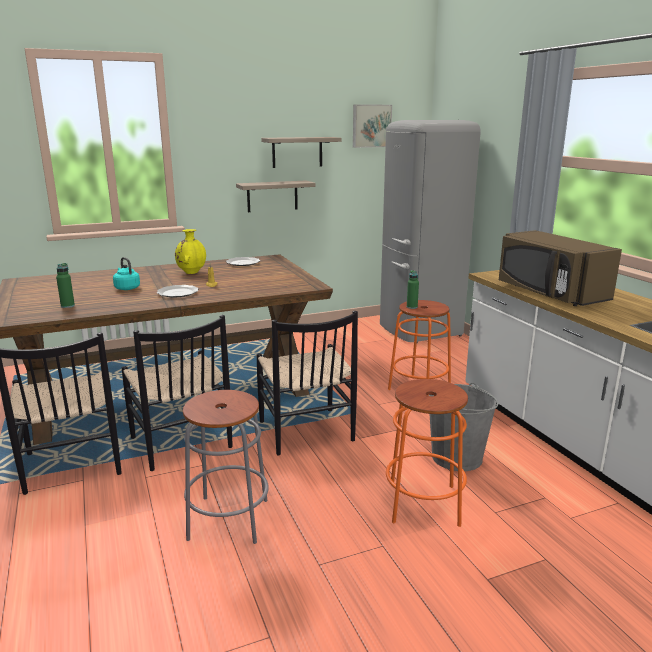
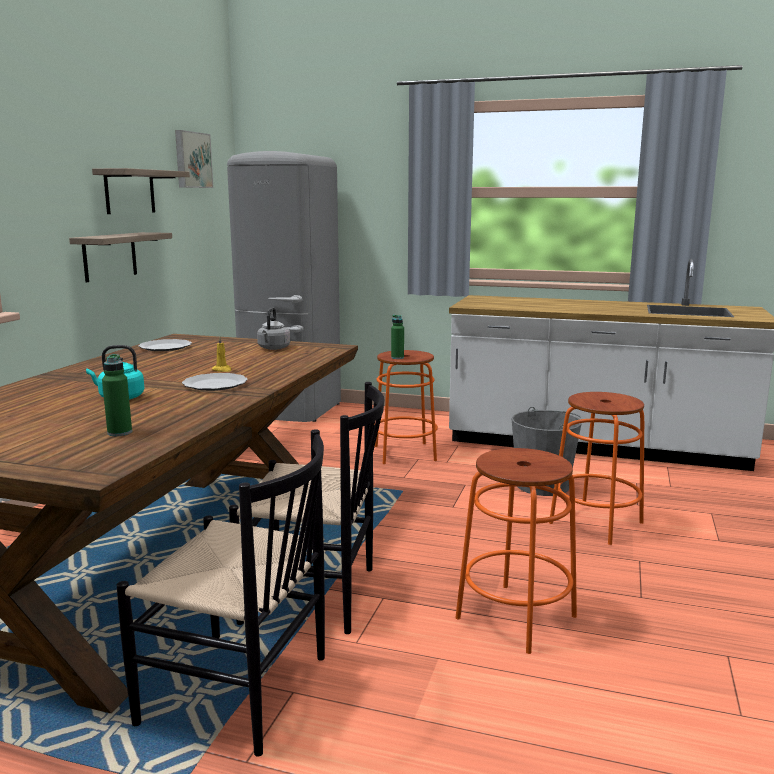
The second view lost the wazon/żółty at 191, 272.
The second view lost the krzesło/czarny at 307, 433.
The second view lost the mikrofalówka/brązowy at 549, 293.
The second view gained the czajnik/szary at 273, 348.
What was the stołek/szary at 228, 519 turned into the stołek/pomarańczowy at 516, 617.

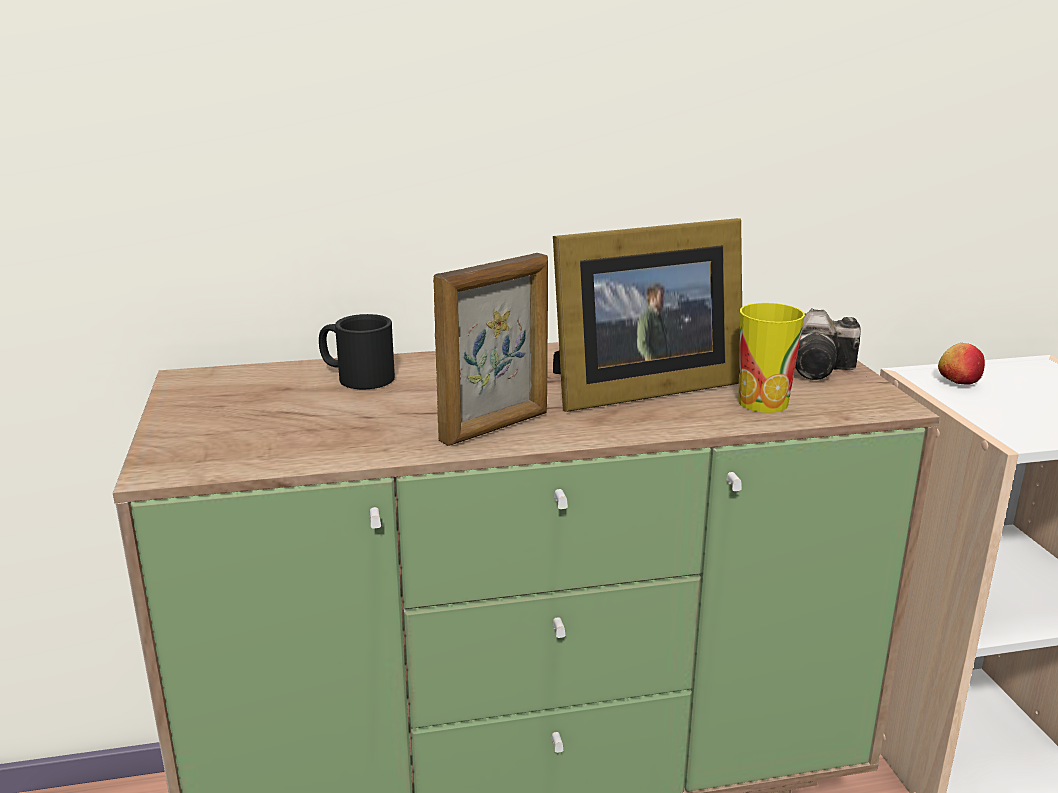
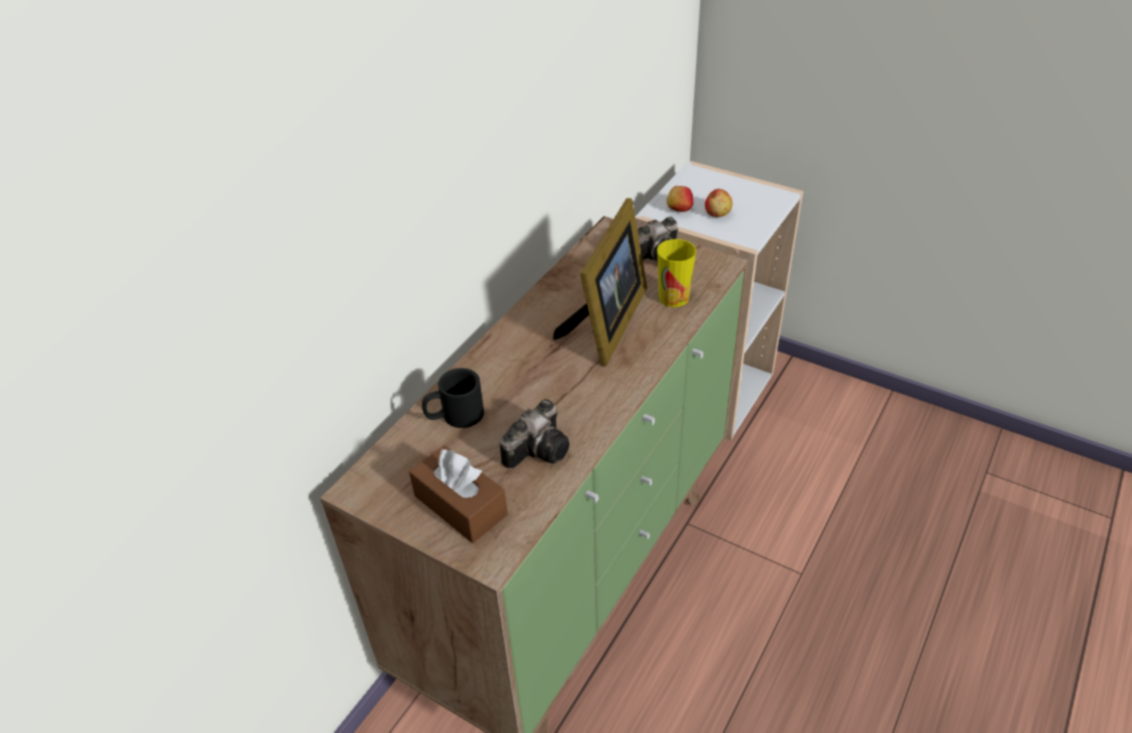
The second view lost the ramka na zdjęcie at 496, 427.
The second view gained the pudełko chusteczek/brązowy at 460, 505.
The second view gained the aparat fotograficzny at 539, 448.
The second view gained the jabłko at 718, 213.

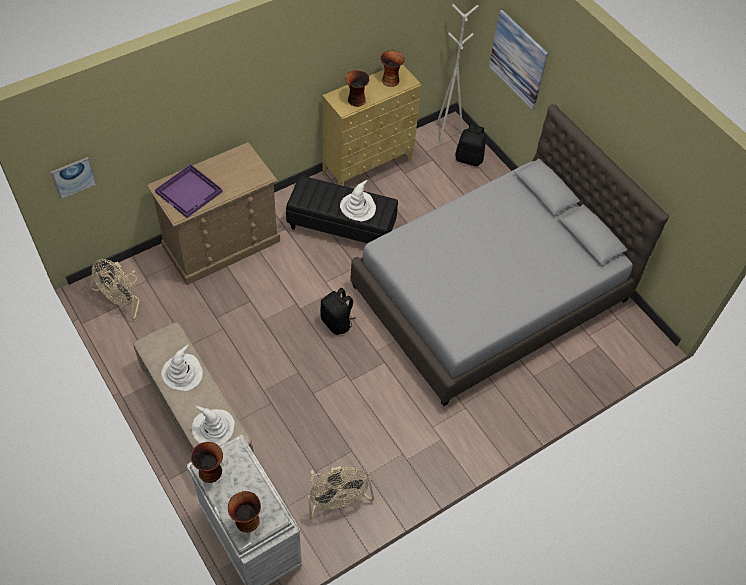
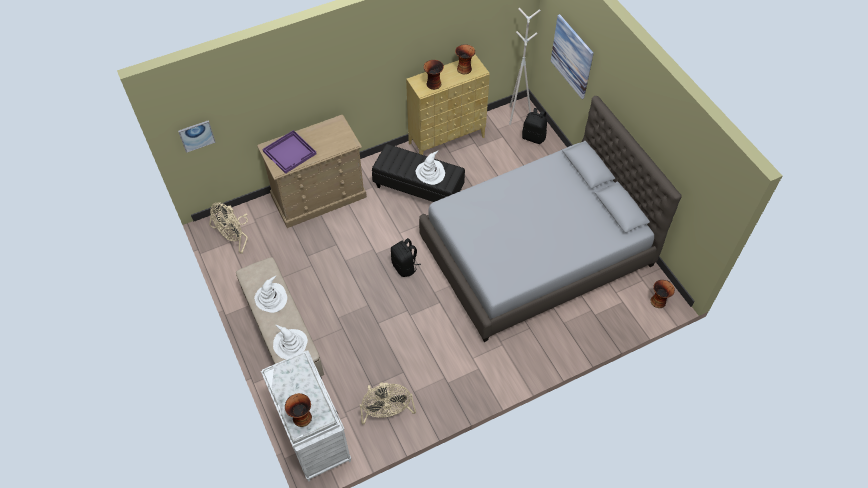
The wazon ended up elsewhere, having gone from 210, 471 to 658, 301.

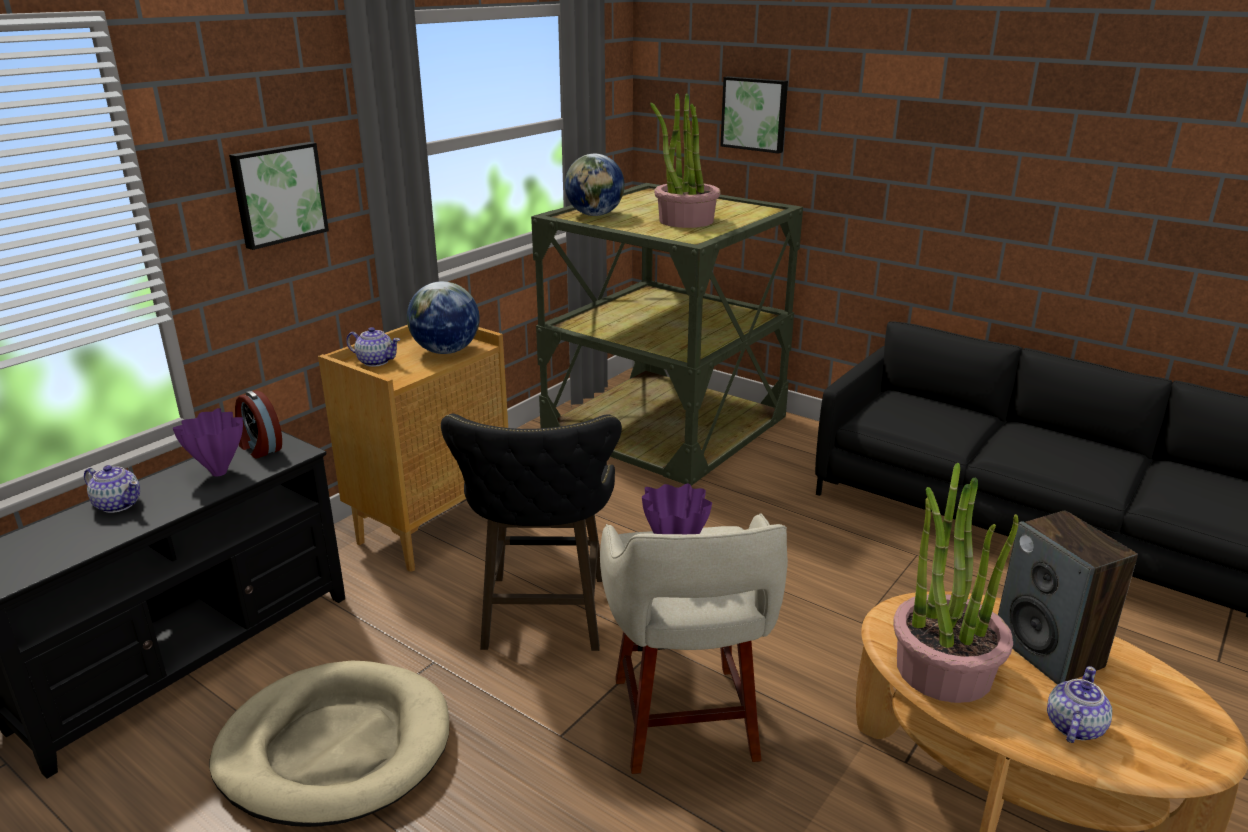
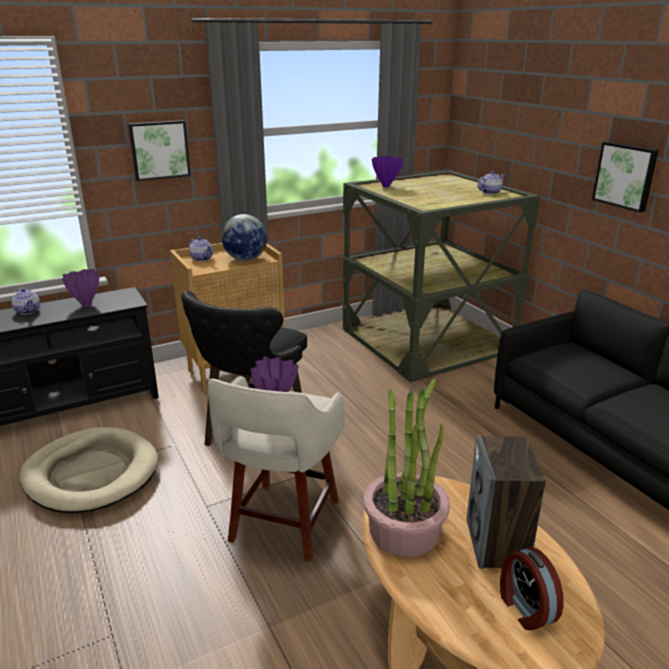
The second view lost the roślina doniczkowa at 685, 221.
The budzik ended up elsewhere, having gone from 259, 448 to 525, 608.
The obraz ended up elsewhere, having gone from 755, 114 to 626, 176.
The imbryk ended up elsewhere, having gone from 1073, 726 to 489, 192.
Where the globus stood at 595, 215, the wazon/fioletowy came to stand at 386, 186.

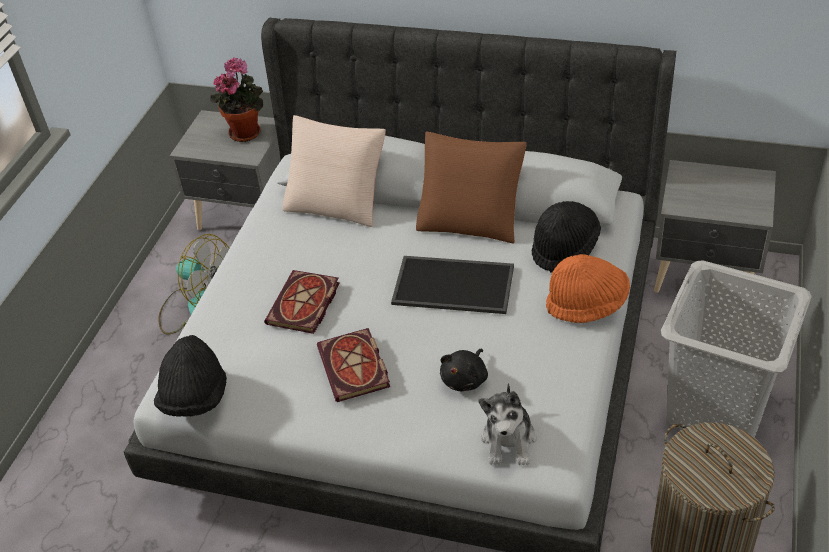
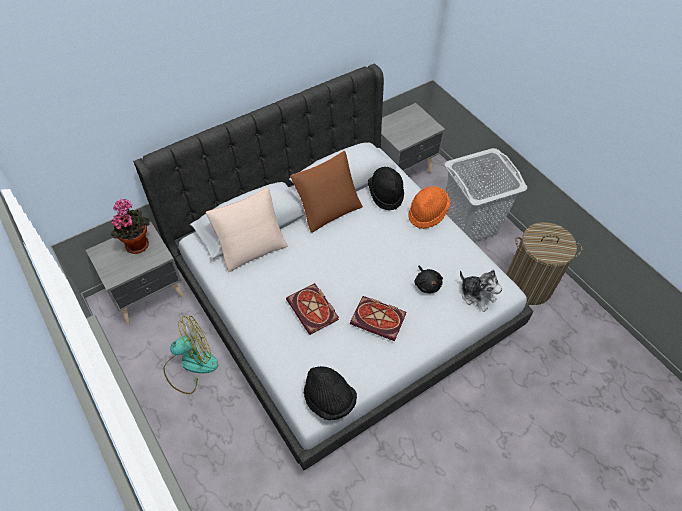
The second view lost the taca at 455, 284.

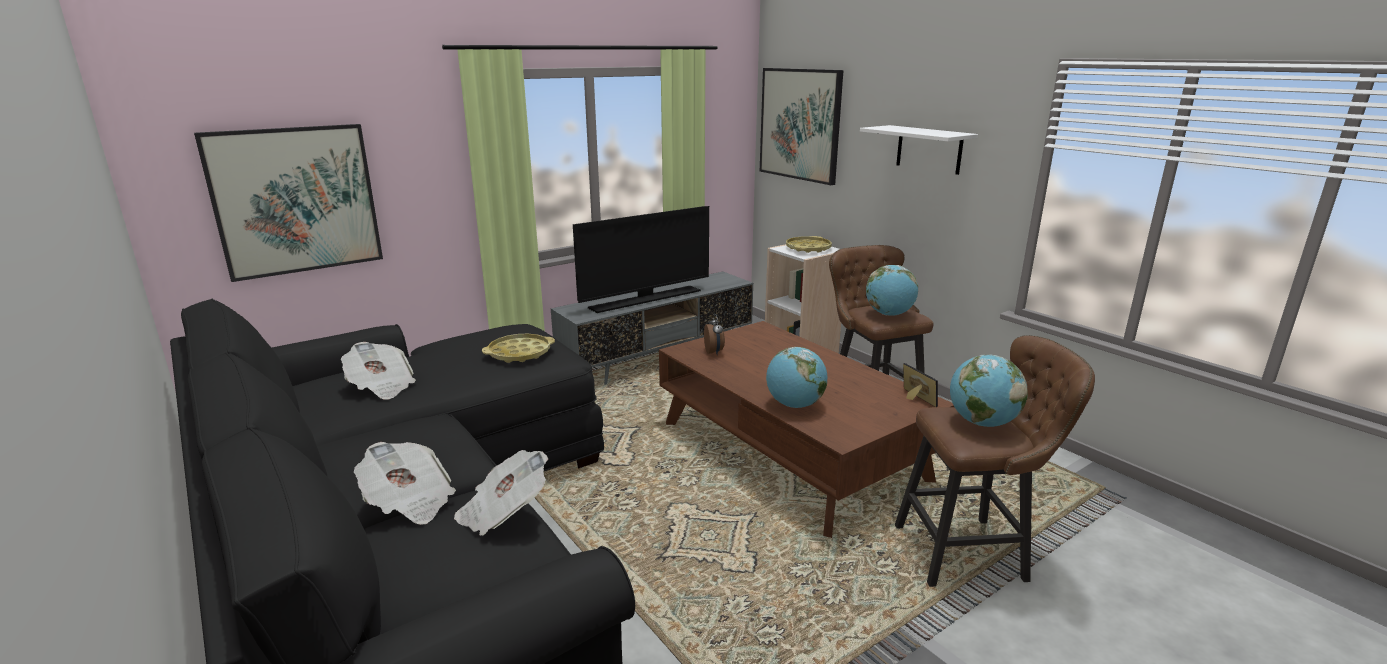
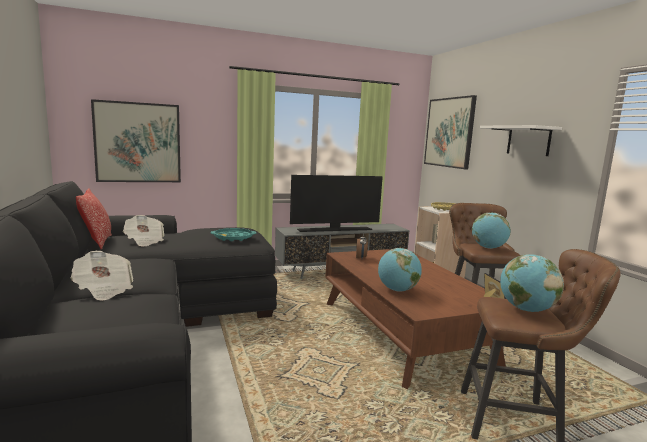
The second view lost the gazeta at 503, 512.
The second view gained the poduszka at 97, 242.
What was the taca/żółty at 519, 353 turned into the taca/turkusowy at 233, 238.

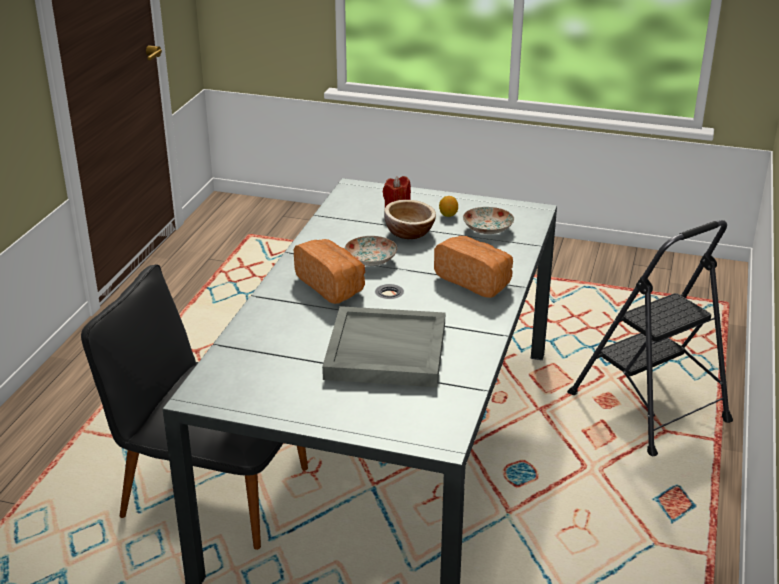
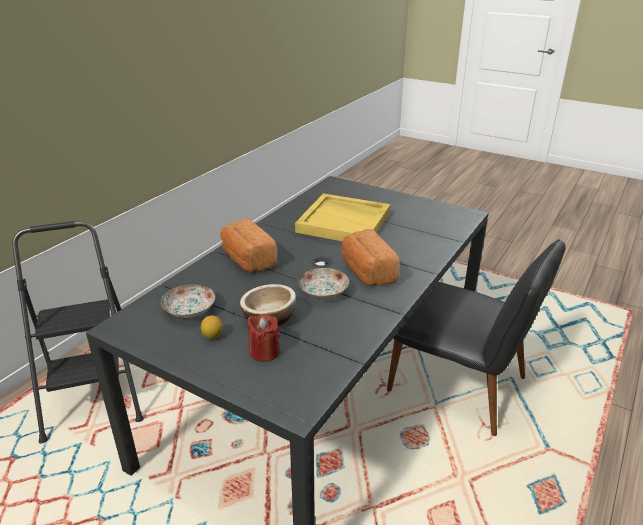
What was the taca/szary at 385, 352 turned into the taca/żółty at 345, 222.

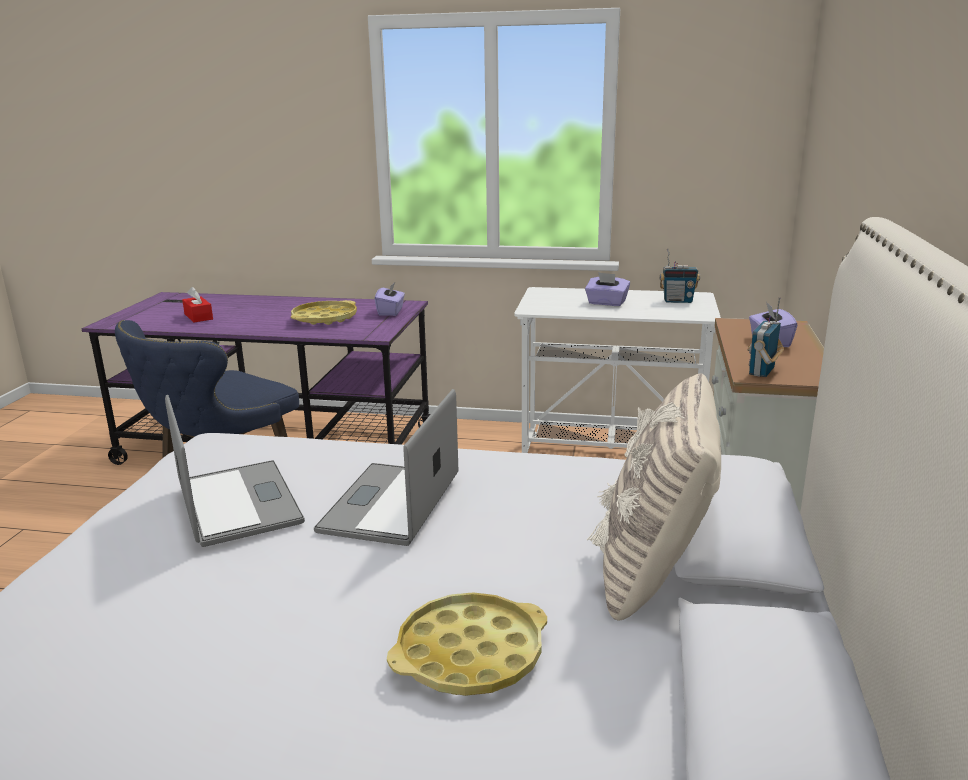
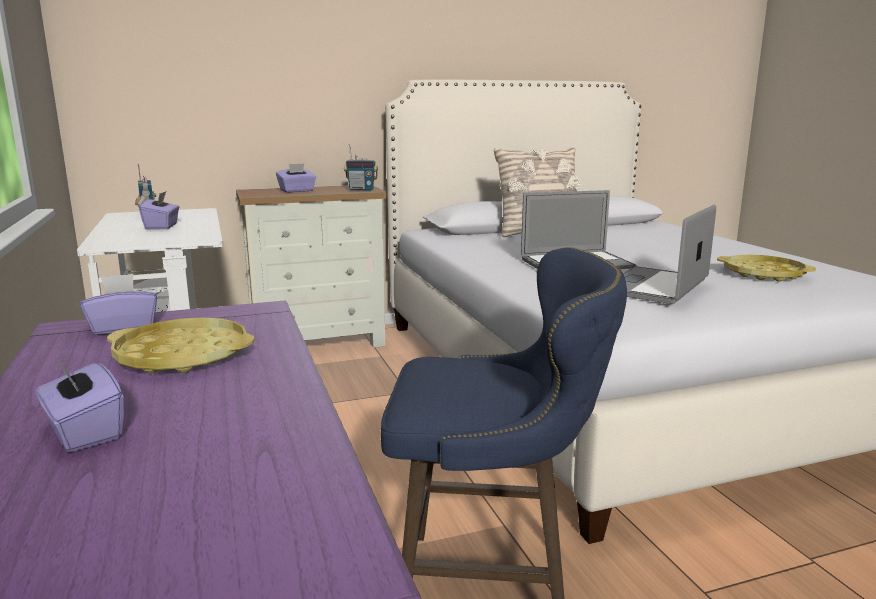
The second view lost the pudełko chusteczek/czerwony at 198, 316.
The second view gained the pudełko chusteczek/fioletowy at 84, 432.
The taca/żółty ended up elsewhere, having gone from 470, 654 to 763, 274.

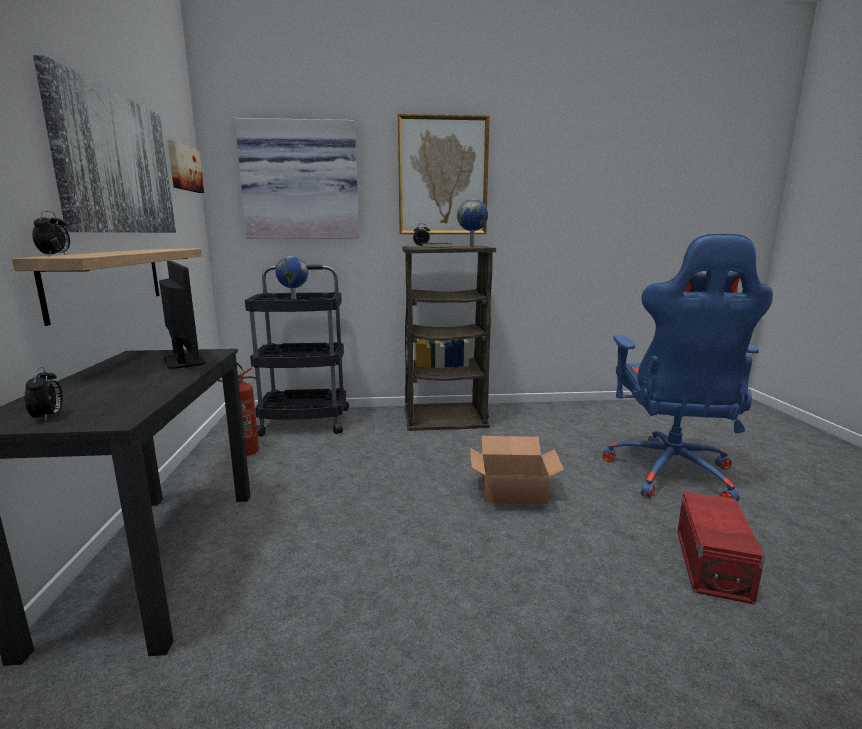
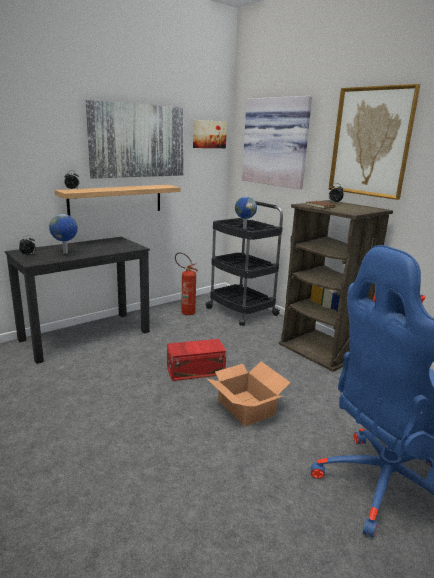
The second view lost the monitor at 184, 361.
The globus ended up elsewhere, having gone from 472, 246 to 66, 253.
The pojemnik do przechowywania/czerwony ended up elsewhere, having gone from 710, 565 to 194, 370.

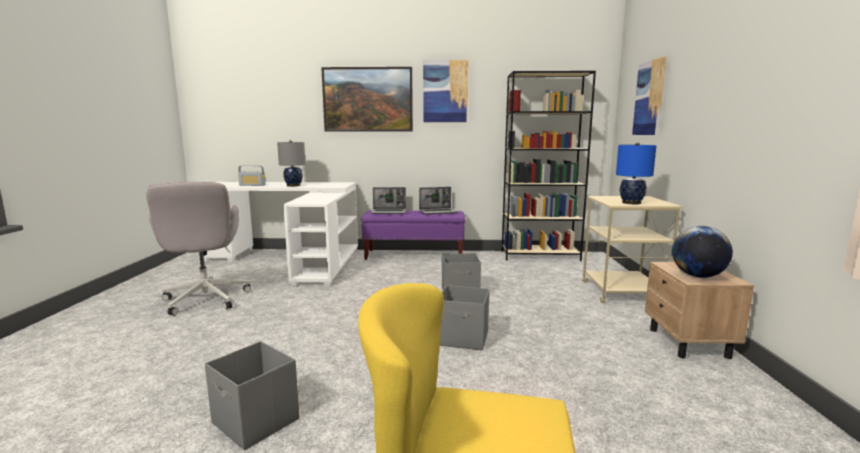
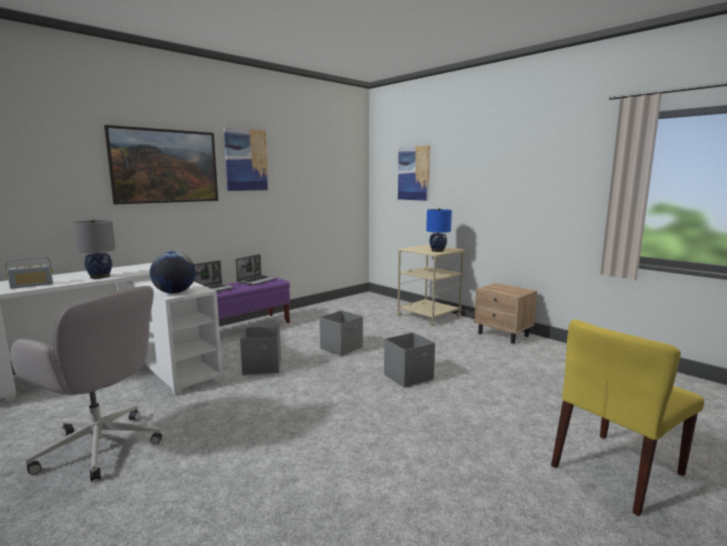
The second view lost the regał/beżowy at 540, 256.
The pojemnik do przechowywania/szary ended up elsewhere, having gone from 256, 422 to 263, 367.
The globus ended up elsewhere, having gone from 698, 276 to 175, 292.

